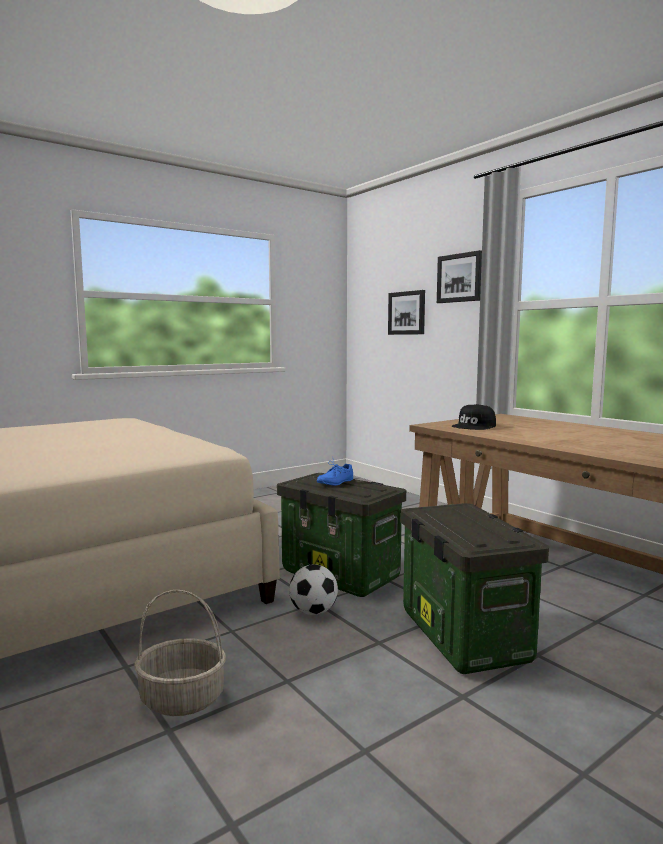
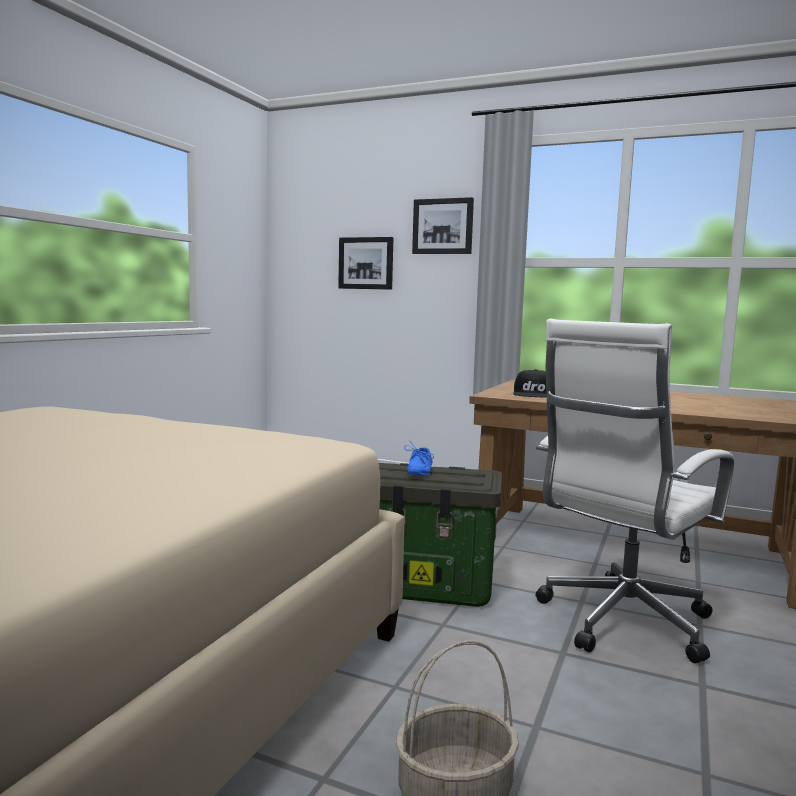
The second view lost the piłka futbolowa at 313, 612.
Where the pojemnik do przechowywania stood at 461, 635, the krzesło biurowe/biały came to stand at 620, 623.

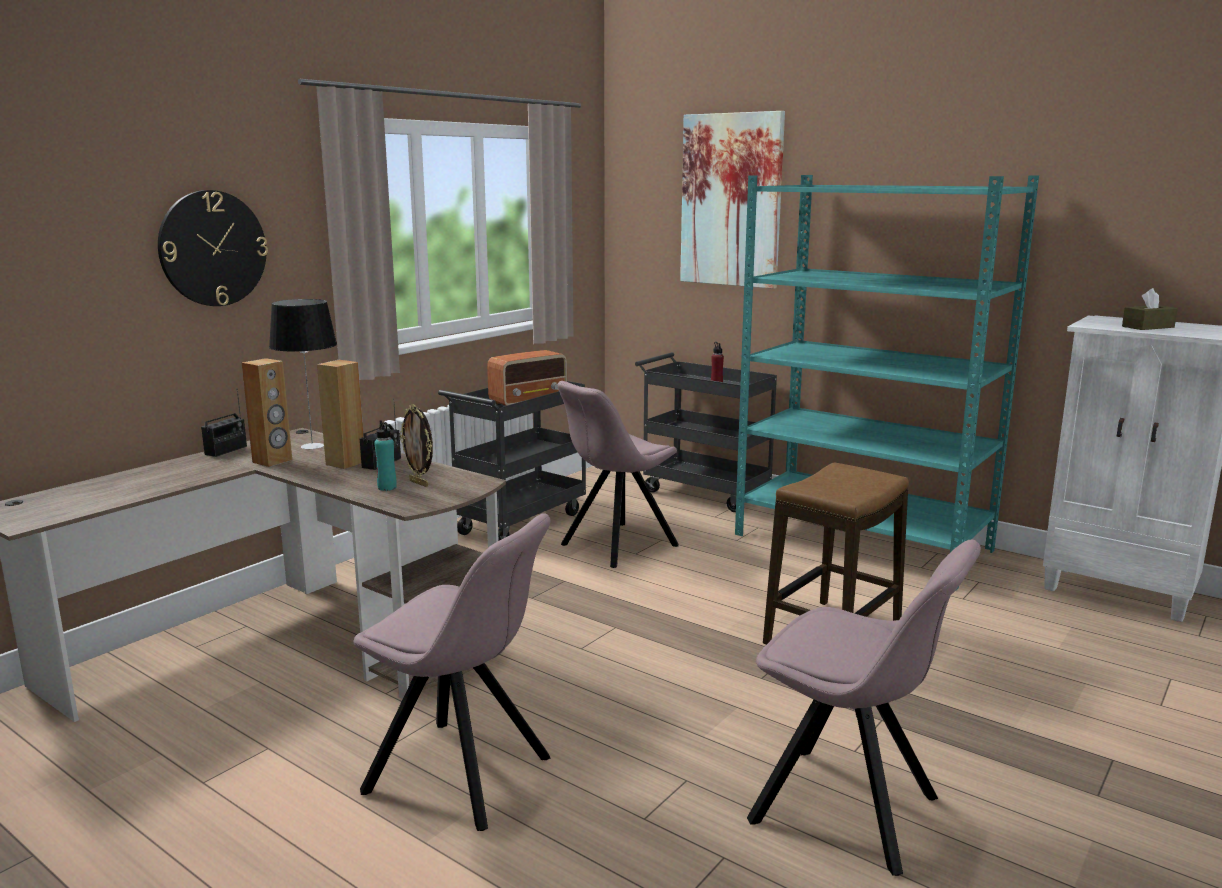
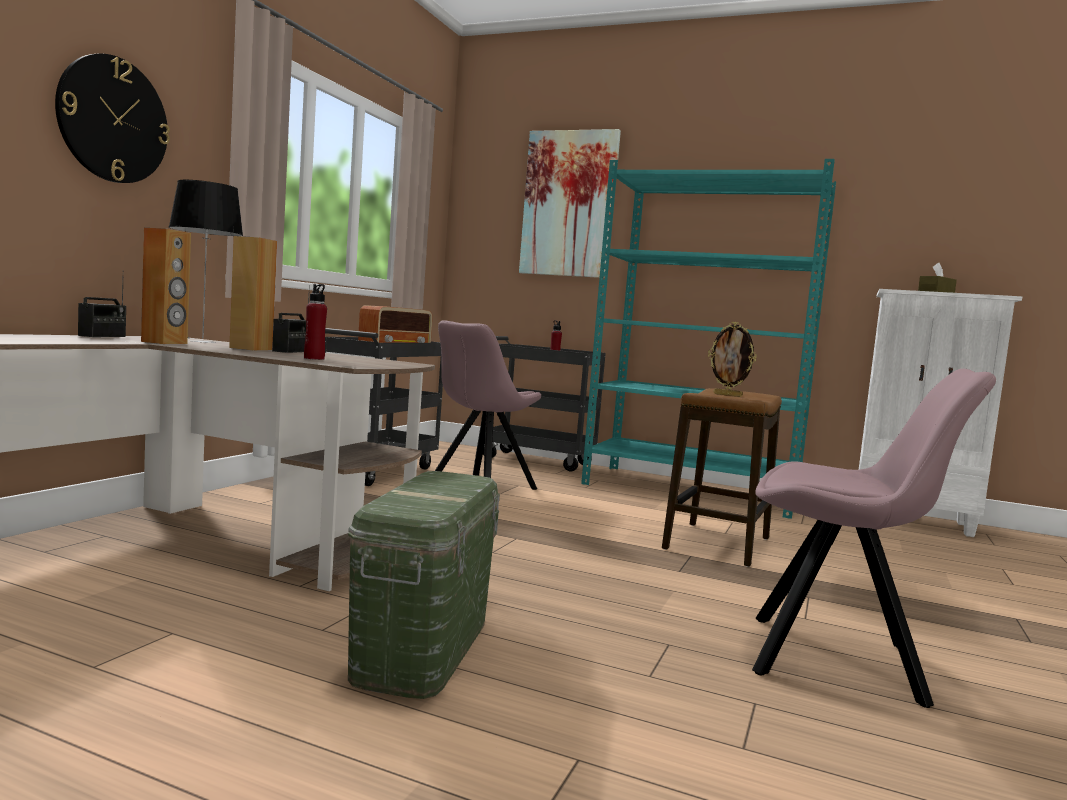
The ramka na zdjęcie ended up elsewhere, having gone from 419, 483 to 728, 395.
Where the krzesło/różowy stood at 460, 774, the pojemnik do przechowywania/zielony came to stand at 423, 648.
What was the butelka/turkusowy at 387, 487 turned into the butelka/czerwony at 314, 358.

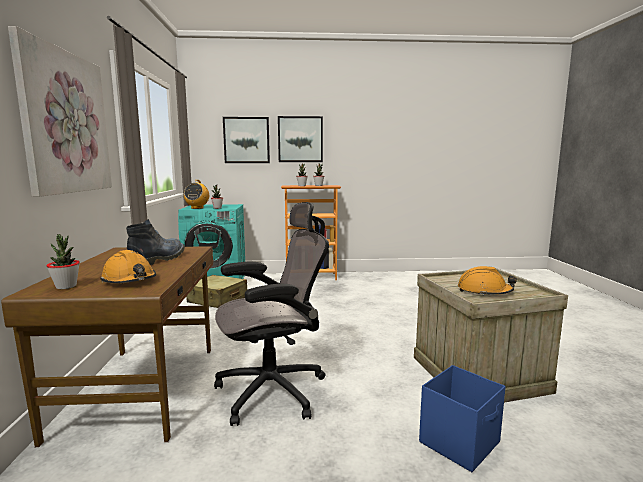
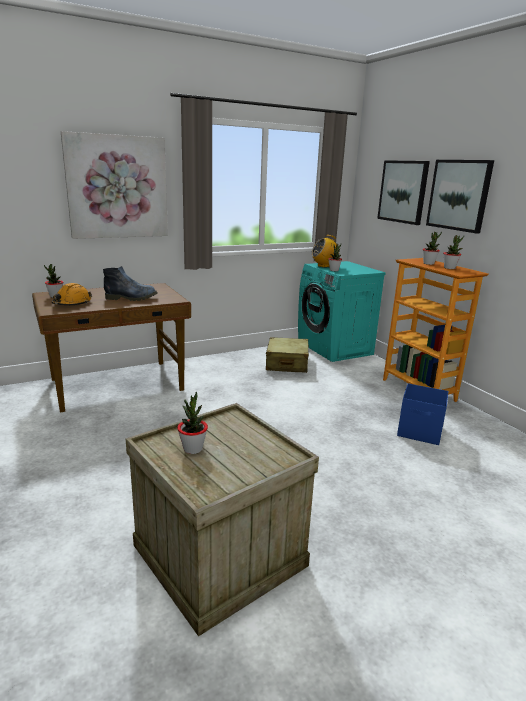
The second view lost the krzesło biurowe at 272, 391.
The pojemnik do przechowywania/niebieski ended up elsewhere, having gone from 460, 442 to 420, 432.
Where the kask/pomarańczowy stood at 484, 291, the roślina doniczkowa came to stand at 193, 449.

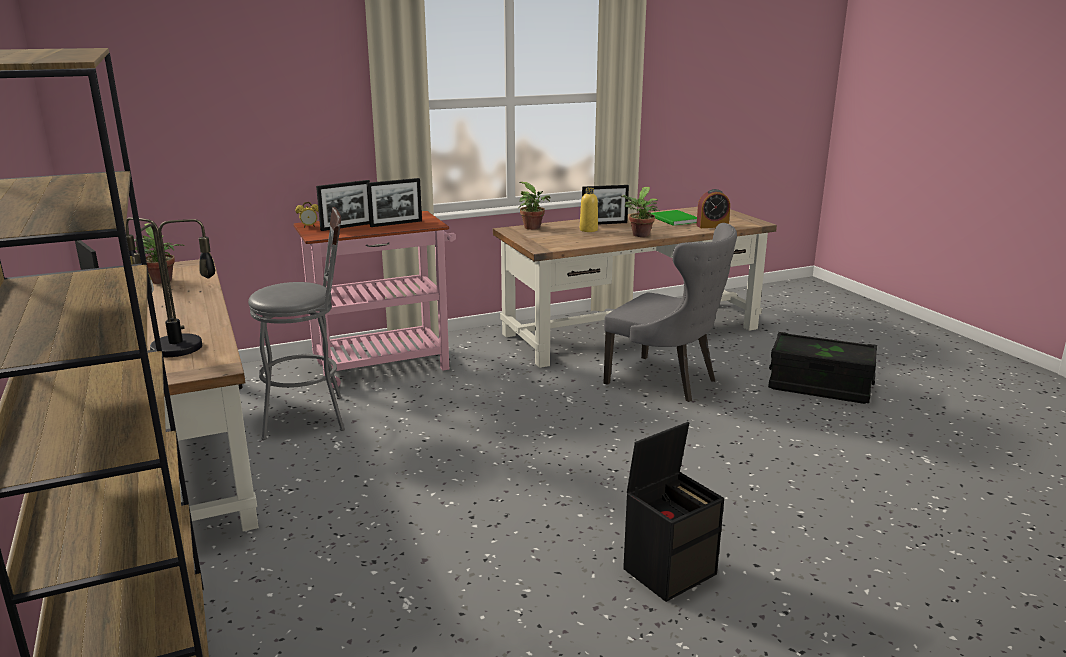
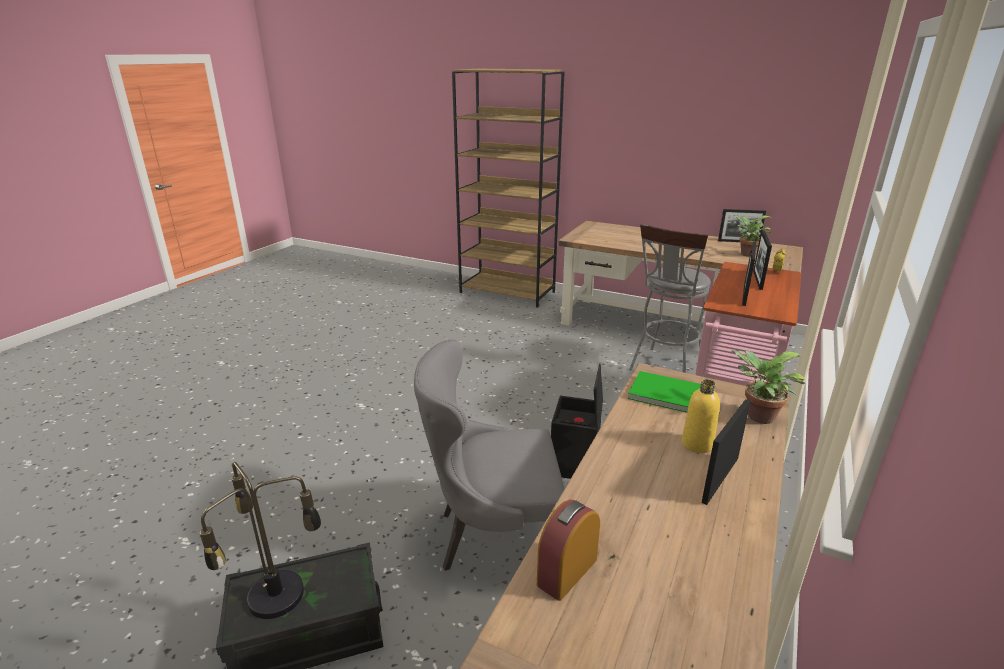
The second view lost the roślina doniczkowa at 640, 235.
The lampa stołowa ended up elsewhere, having gone from 176, 348 to 276, 595.
The pojemnik do przechowywania/czarny ended up elsewhere, having gone from 670, 570 to 575, 464.
The książka/zielony ended up elsewhere, having gone from 674, 220 to 662, 392.

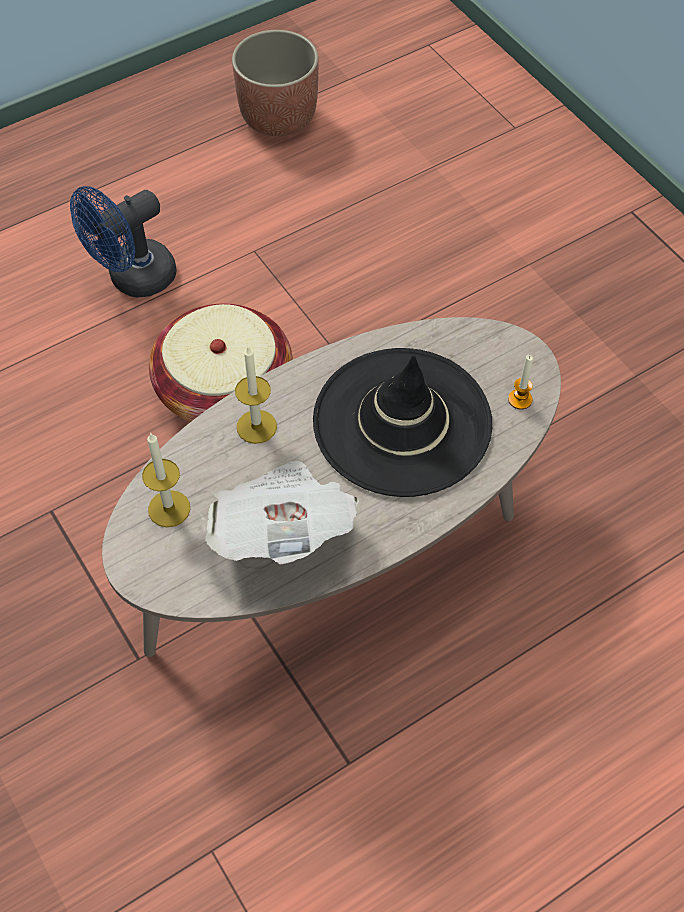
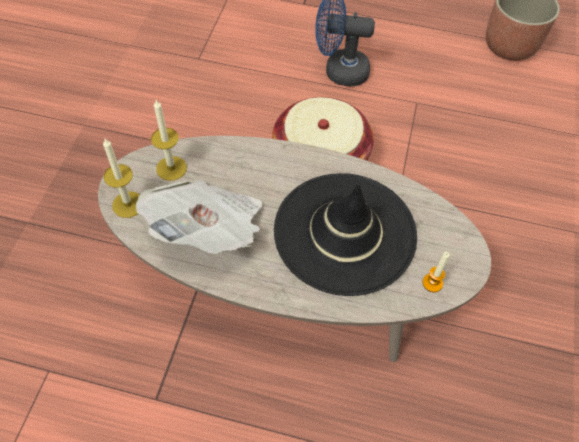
The świeca ended up elsewhere, having gone from 256, 426 to 128, 204.

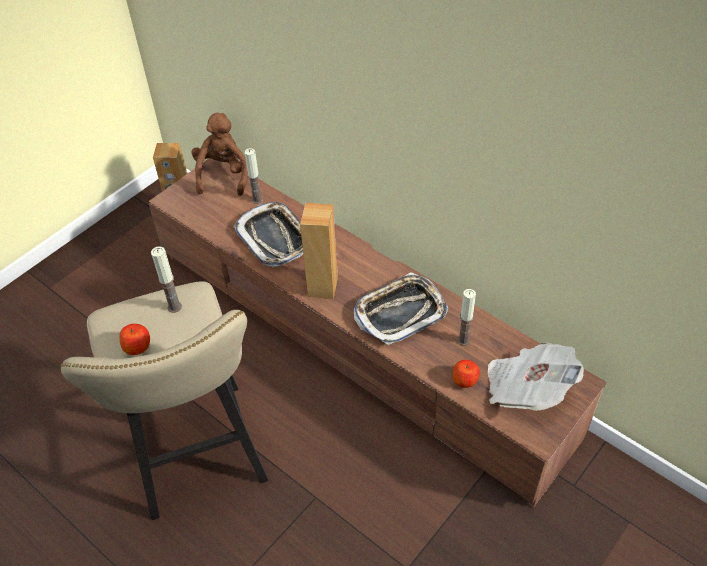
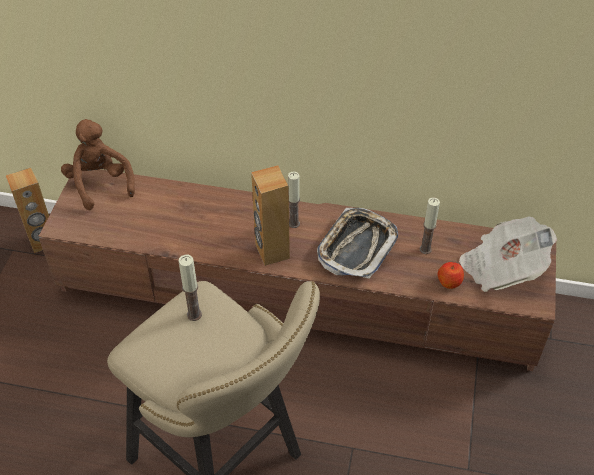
The second view lost the jabłko at 137, 346.
The second view lost the taca at 275, 238.
The świeca ended up elsewhere, having gone from 257, 200 to 294, 223.

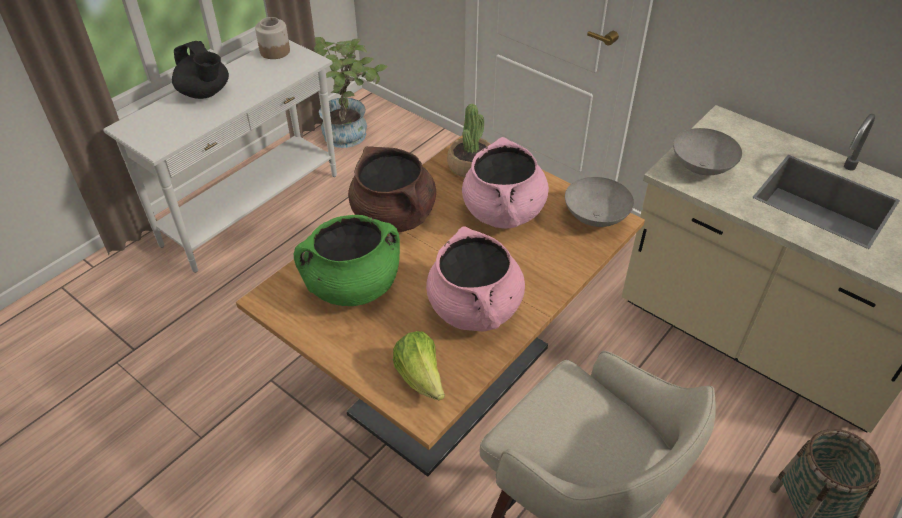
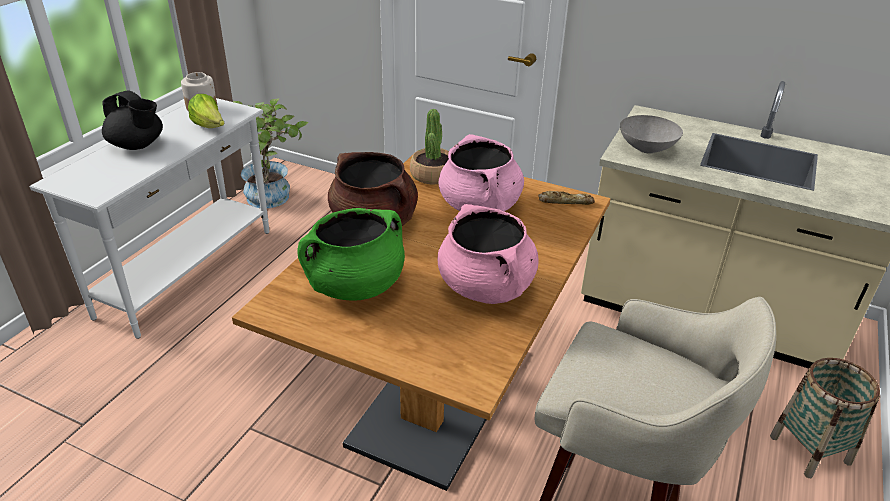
The sałata ended up elsewhere, having gone from 421, 377 to 210, 127.
Where the miska/szary stood at 594, 217, the chleb came to stand at 565, 201.

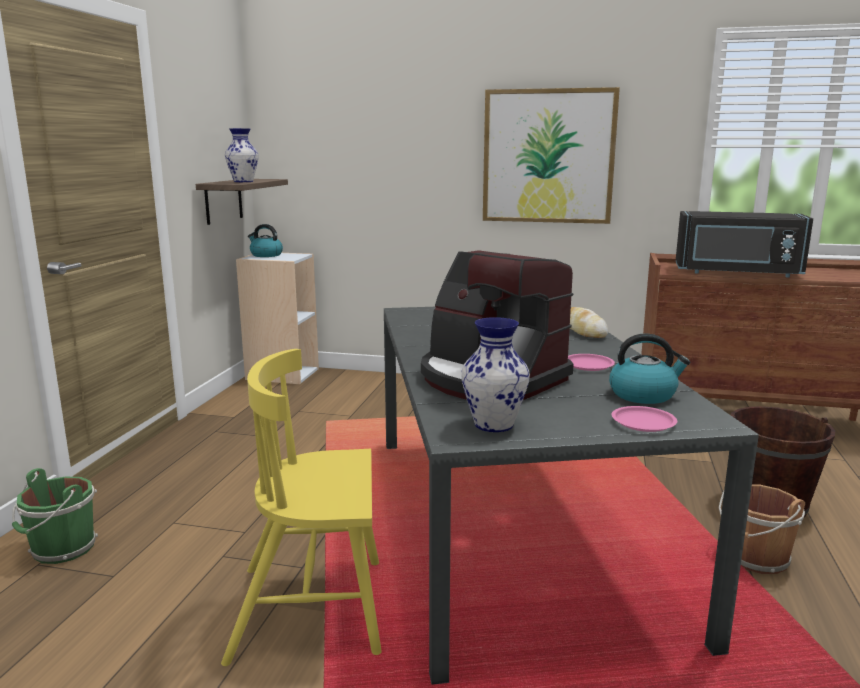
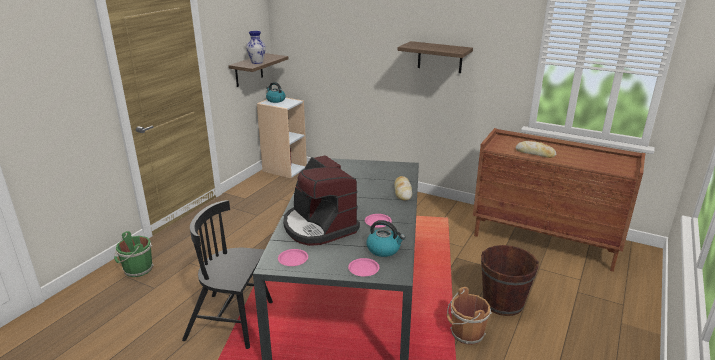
Where the wazon stood at 493, 425, the talerz/różowy came to stand at 293, 259.
Where the obraz hung at 548, 156, the półka came to hang at 440, 57.
Where the mikrofalówka/czarny stood at 737, 273, the chleb came to stand at 535, 153.
What was the krzesło/żółty at 320, 607 turned into the krzesło/czarny at 234, 320.

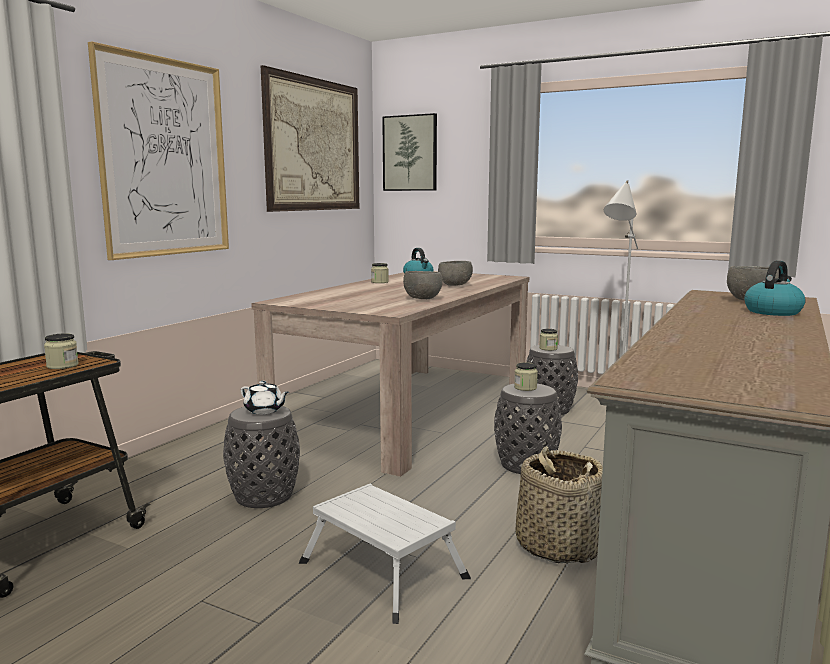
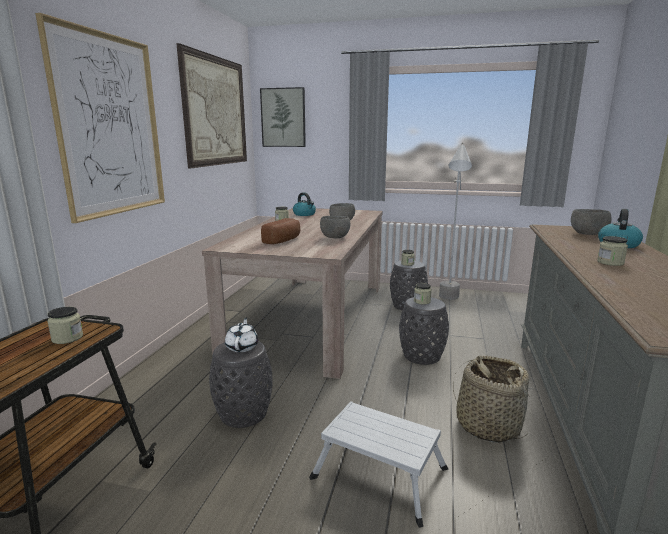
The second view gained the chleb at 284, 240.
The second view gained the słoik at 610, 262.
The imbryk/biały at 264, 411 ended up facing another way, 105 degrees counterclockwise from before.

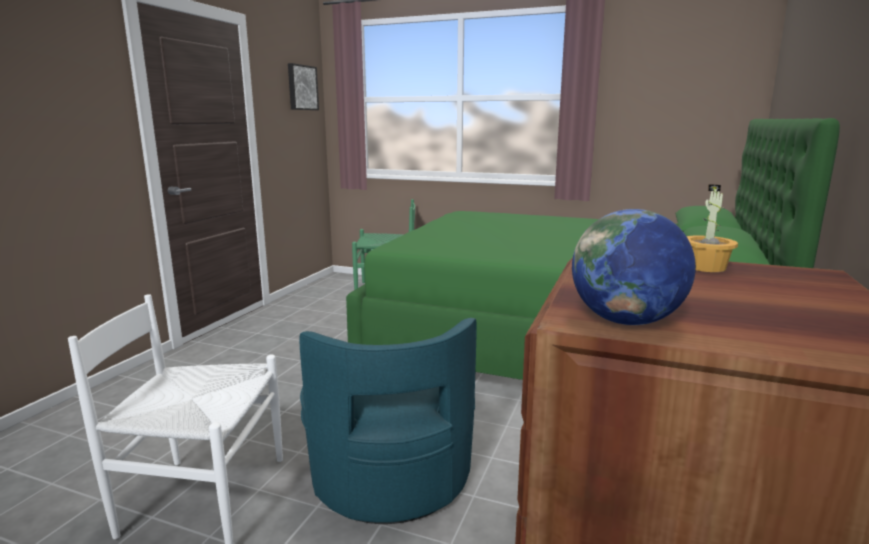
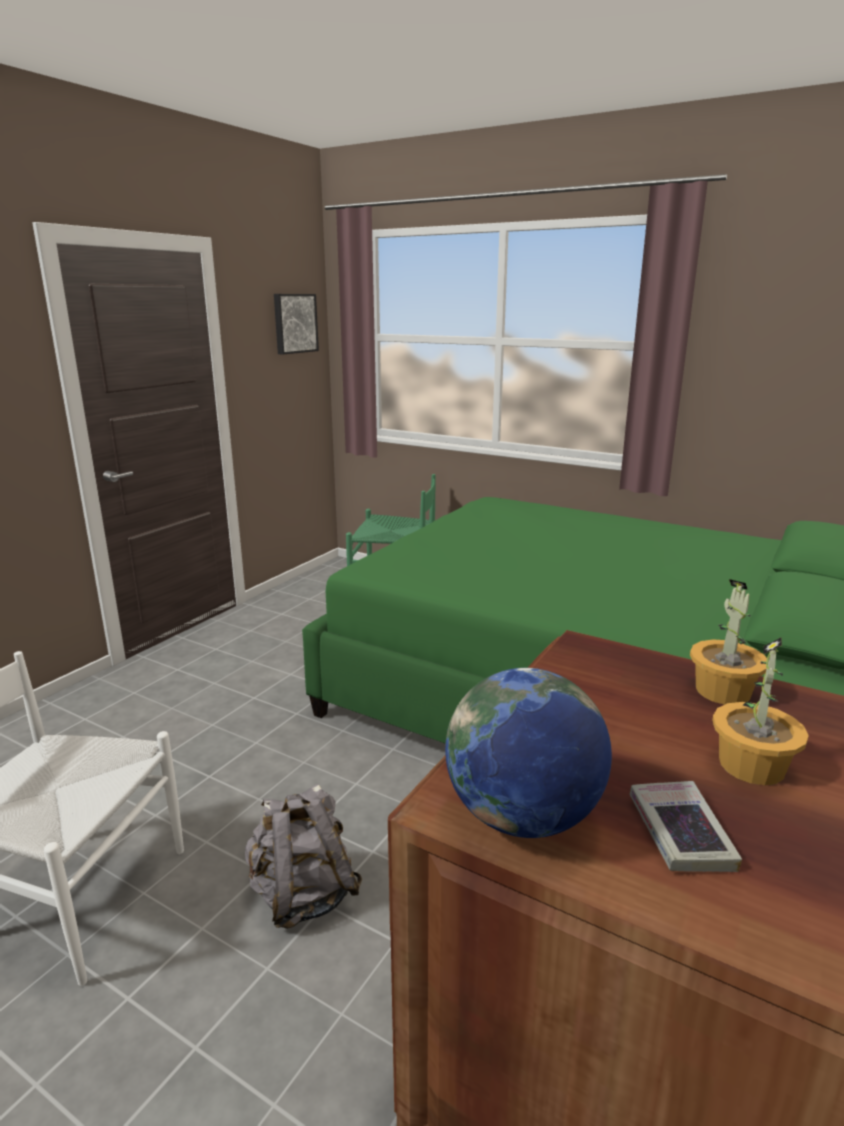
The second view gained the książka at 680, 833.
The second view gained the roślina doniczkowa at 753, 766.
Where the fotel/turkusowy stood at 390, 476, the plecak/szary came to stand at 303, 895.

